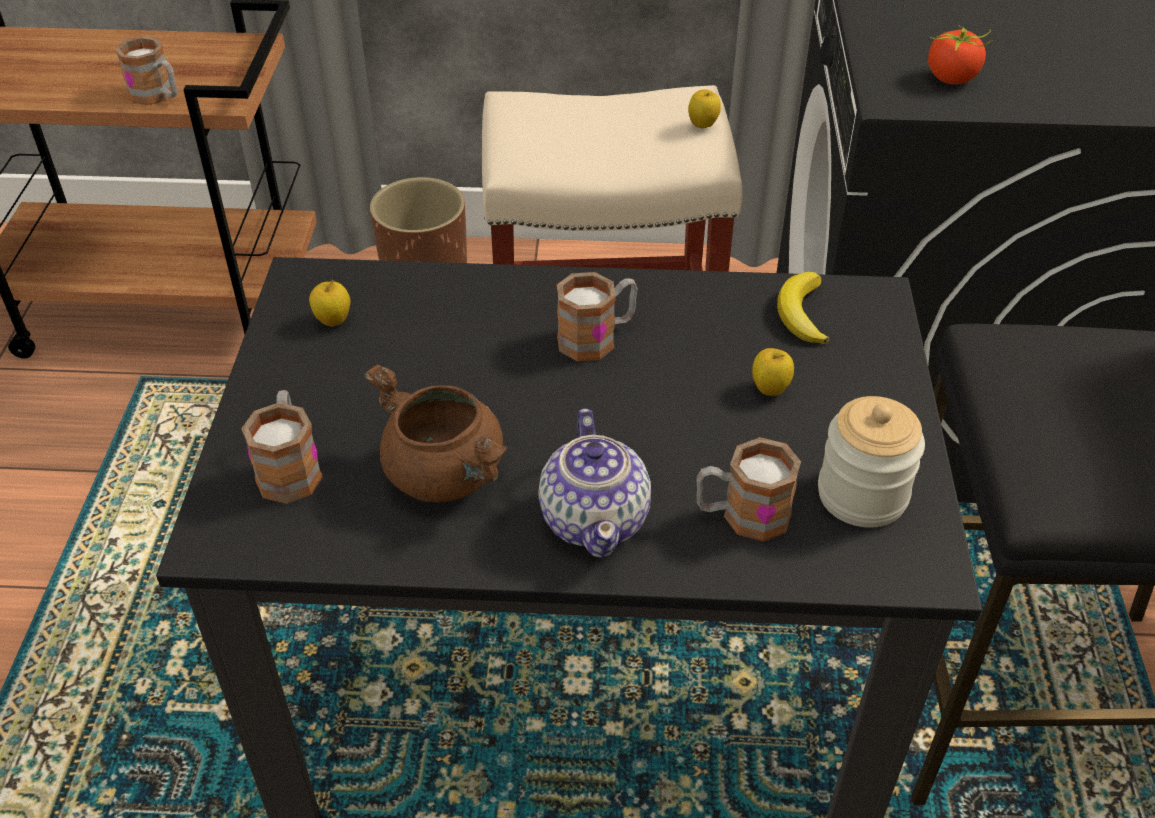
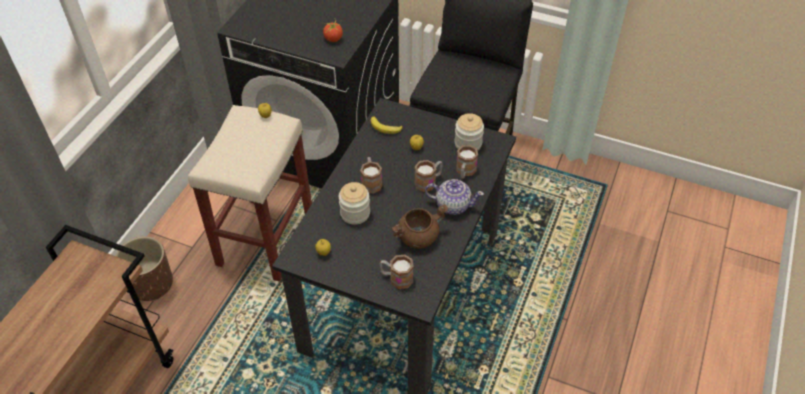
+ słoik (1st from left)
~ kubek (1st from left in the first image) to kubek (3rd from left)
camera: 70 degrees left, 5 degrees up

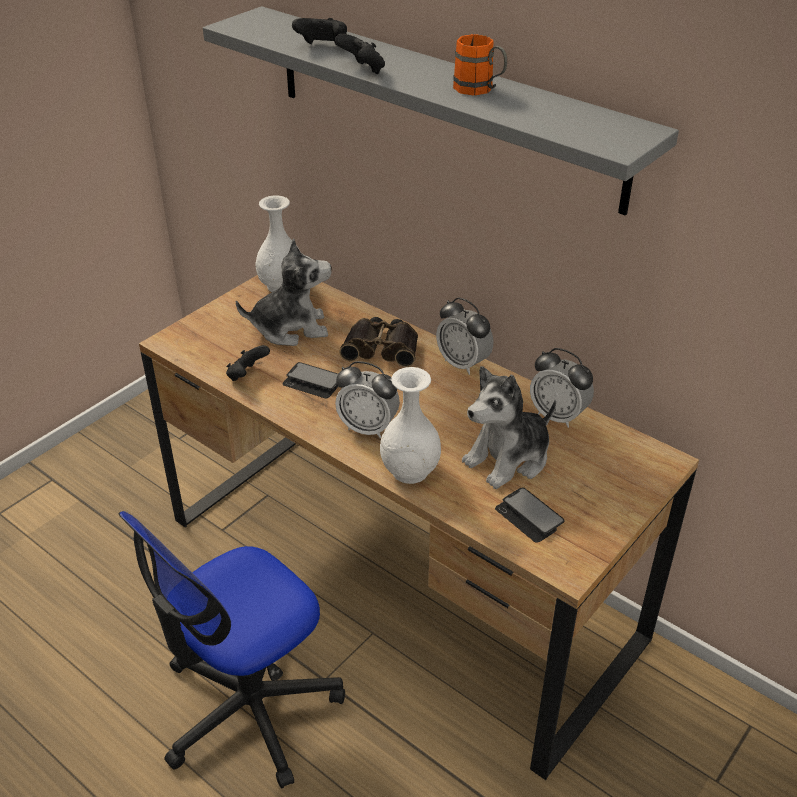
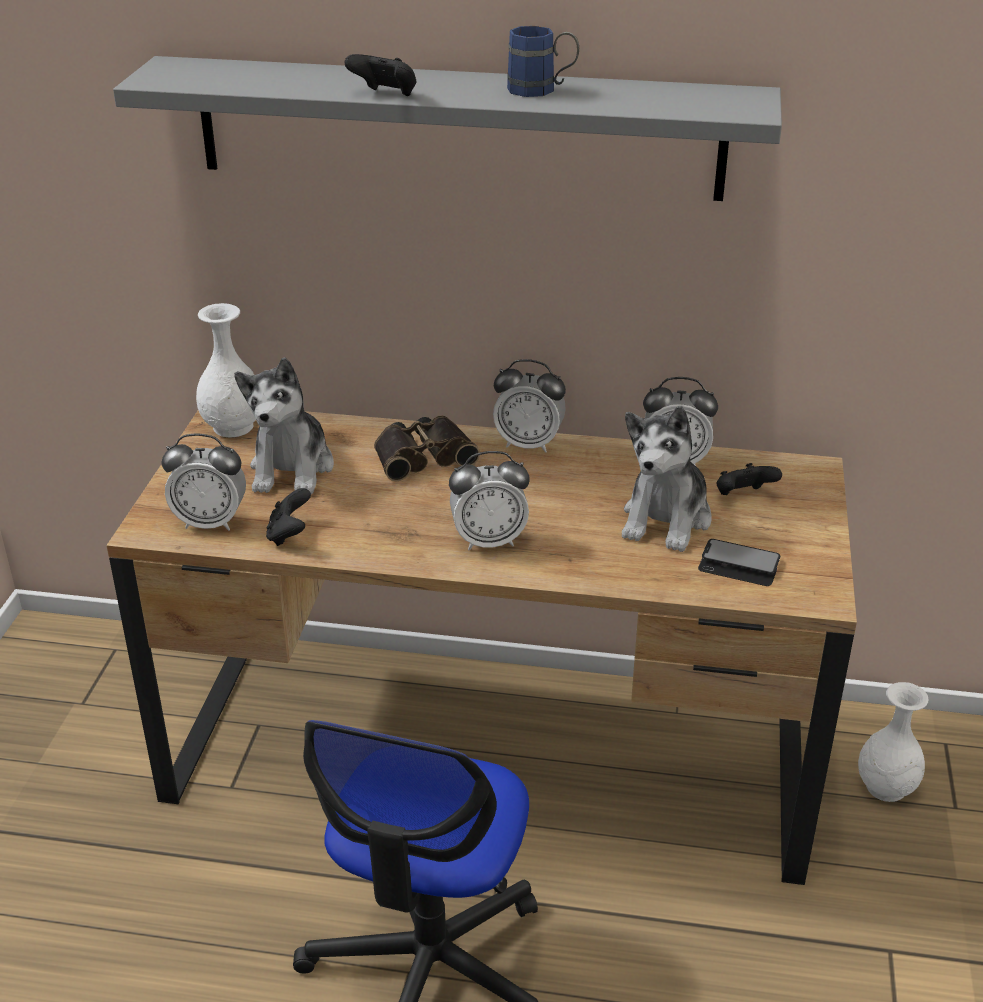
- telefon (1st from left)
+ budzik (1st from left)
~ pad do gier/czarny (2nd from left in the first image) to pad do gier/czarny (3rd from left)
~ wazon/biały (2nd from left)
~ kubek/pomarańczowy to kubek/niebieski
~ pluszak (1st from left) 135 degrees clockwise
camera: 30 degrees left, 5 degrees down

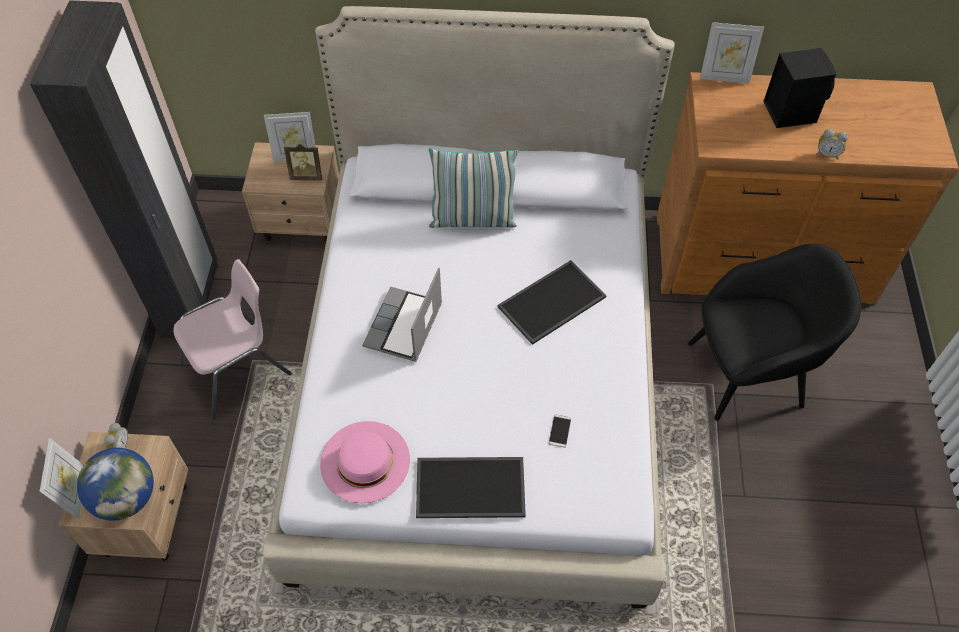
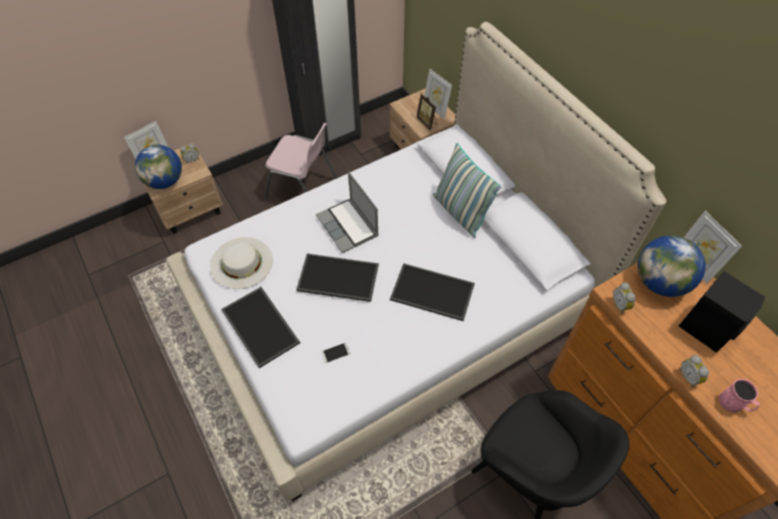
+ taca (2nd from left)
+ budzik (2nd from left)
+ globus (2nd from left)
+ kubek/różowy
~ kapelusz/różowy to kapelusz/biały
~ laptop 105 degrees counterclockwise
camera: 55 degrees right, 0 degrees up

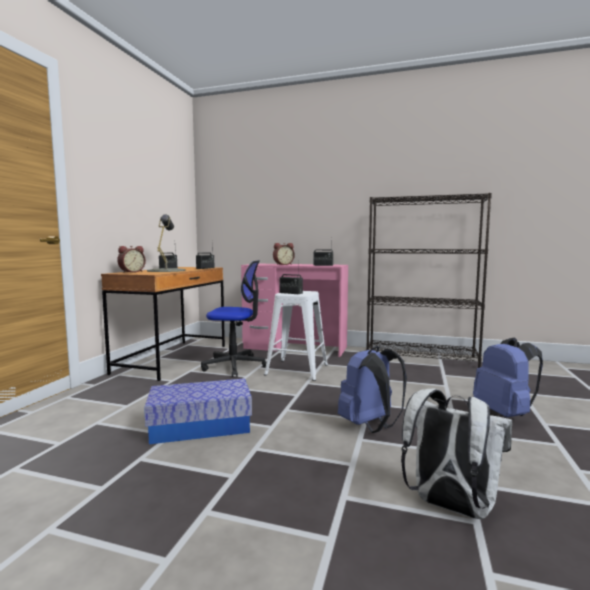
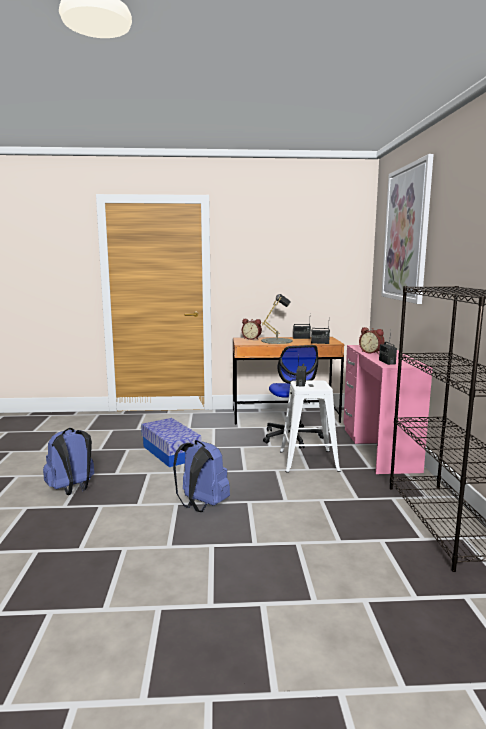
- plecak/biały
+ obraz
~ plecak/niebieski (2nd from left in the first image) to plecak/niebieski (1st from left)
camera: 70 degrees right, 5 degrees up

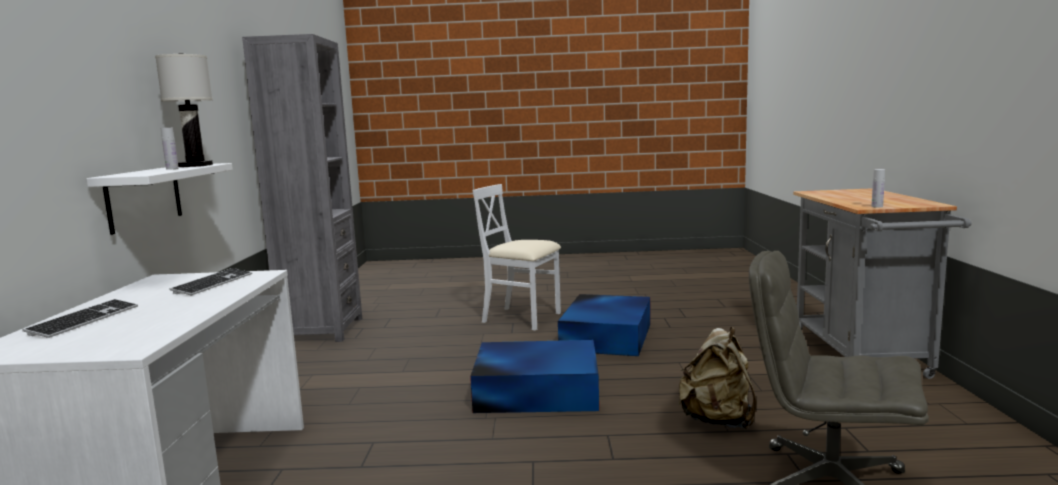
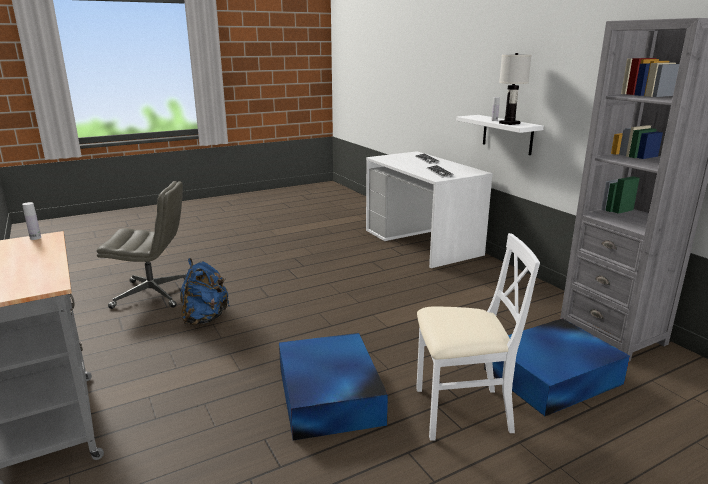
~ pojemnik do przechowywania/niebieski (1st from left in the first image) to pojemnik do przechowywania/niebieski (2nd from left)
~ plecak/beżowy to plecak/niebieski
camera: 150 degrees right, 10 degrees up

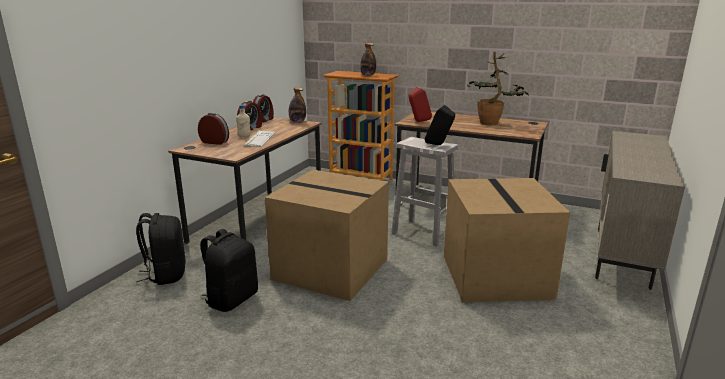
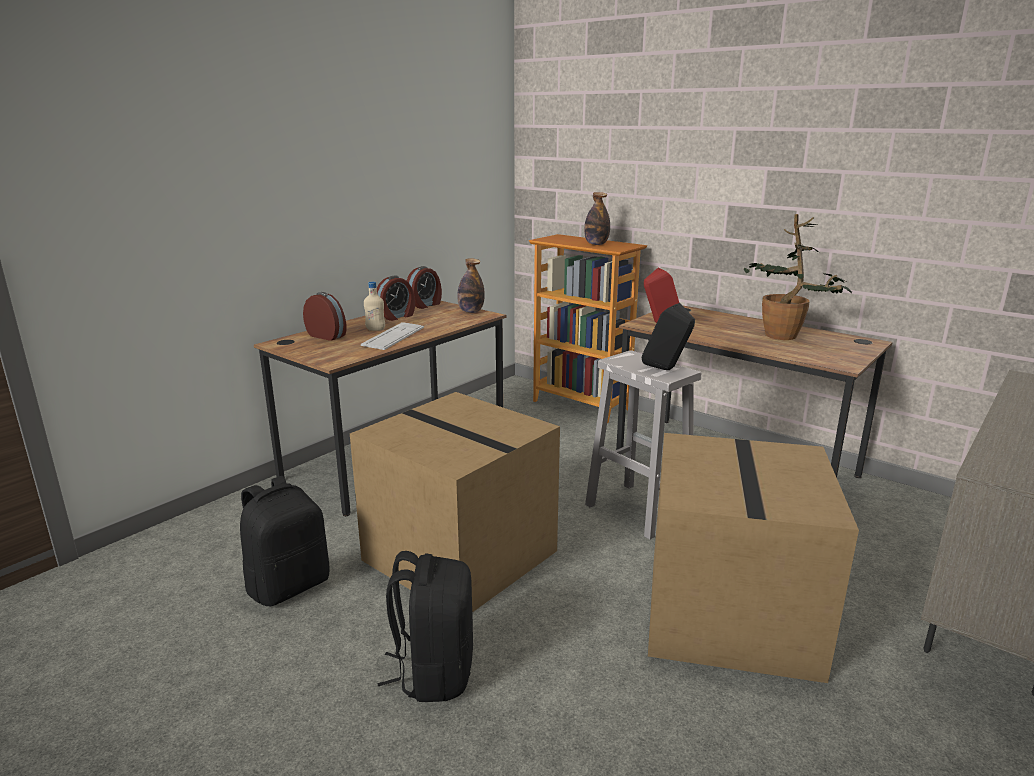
~ plecak/czarny (1st from left in the first image) to plecak/czarny (2nd from left)
camera: 15 degrees right, 0 degrees up

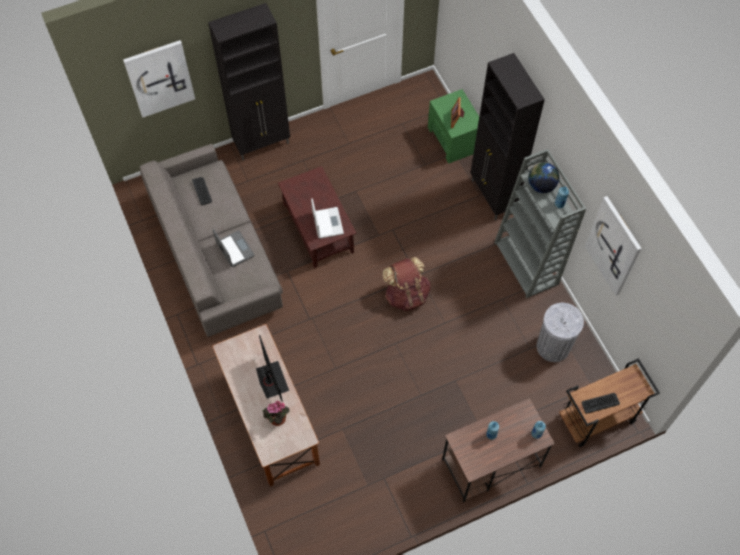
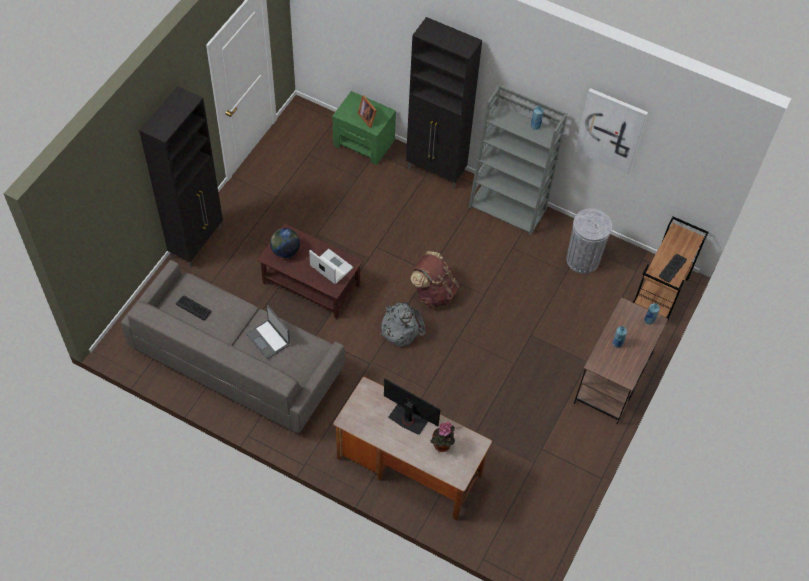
- obraz (1st from left)
+ plecak/szary
~ globus
~ laptop (1st from left) 150 degrees counterclockwise
camera: 40 degrees left, 5 degrees down

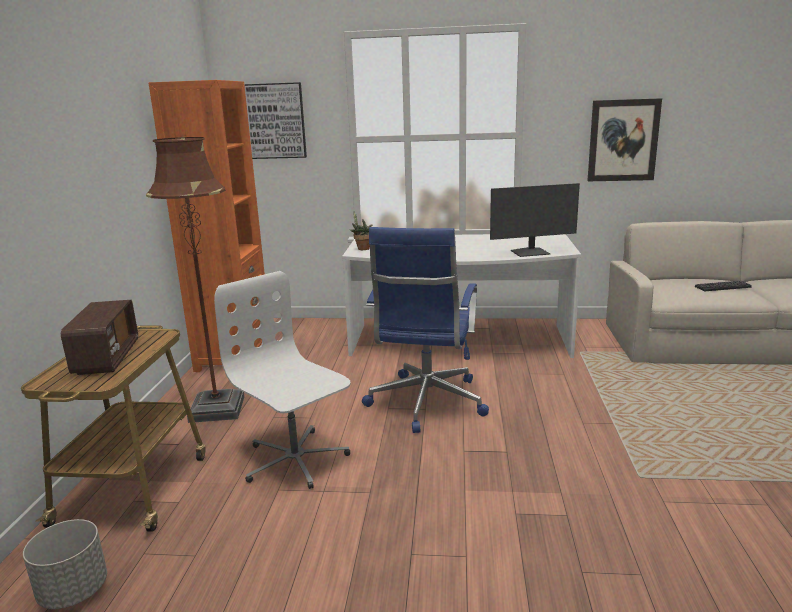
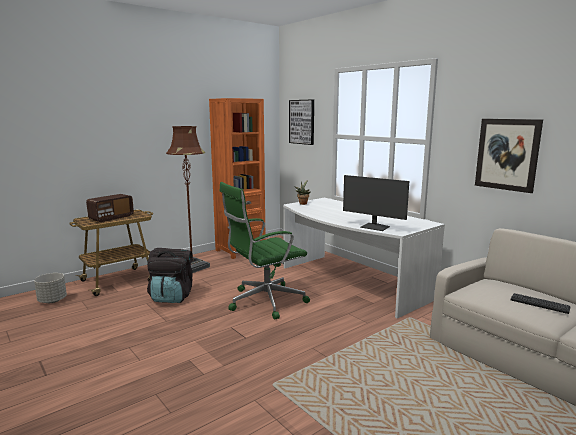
~ krzesło biurowe/biały to plecak/czarny
~ krzesło biurowe/niebieski to krzesło biurowe/zielony
camera: 45 degrees right, 5 degrees down

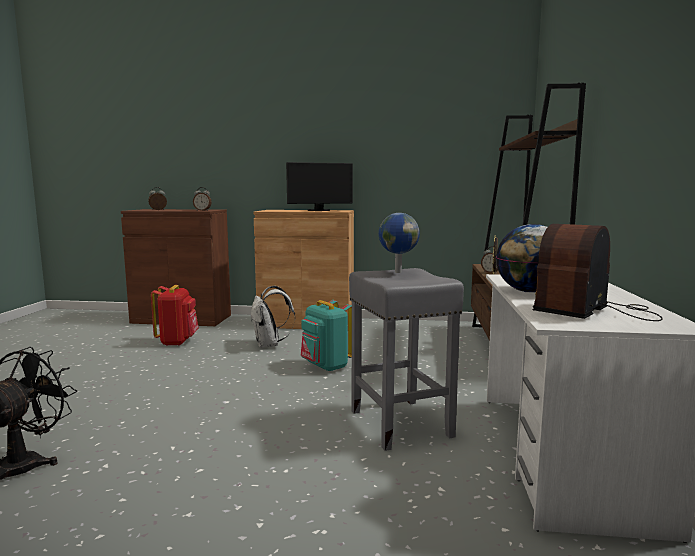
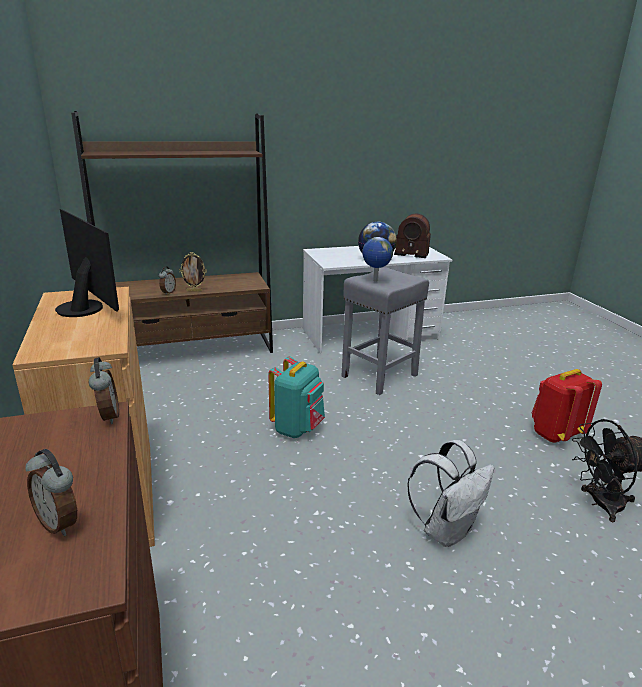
~ plecak/czerwony
~ plecak/biały
camera: 115 degrees left, 15 degrees up

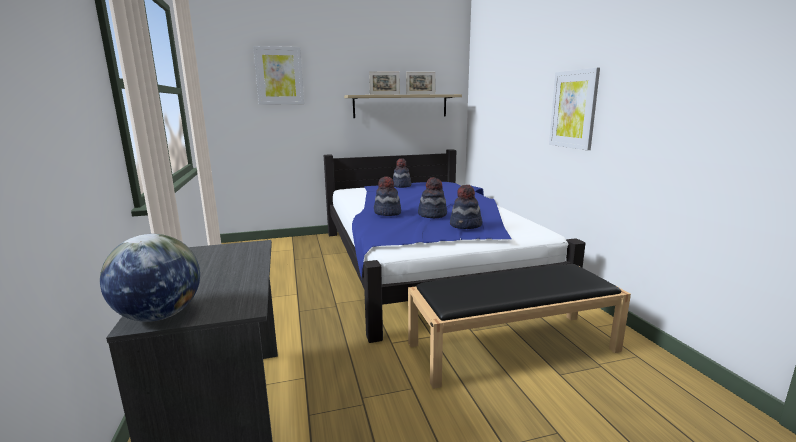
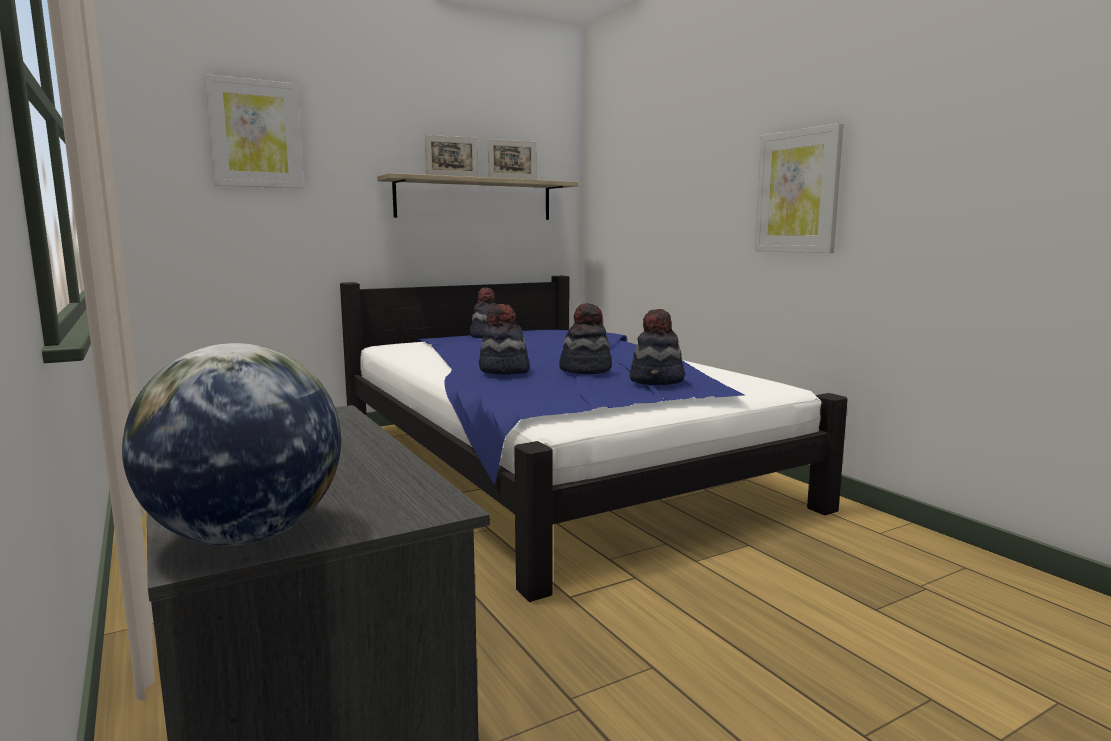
- ławka/czarny
camera: 15 degrees left, 5 degrees down

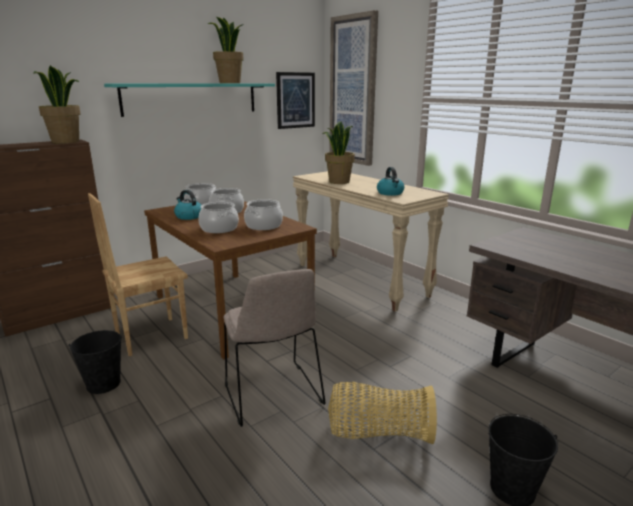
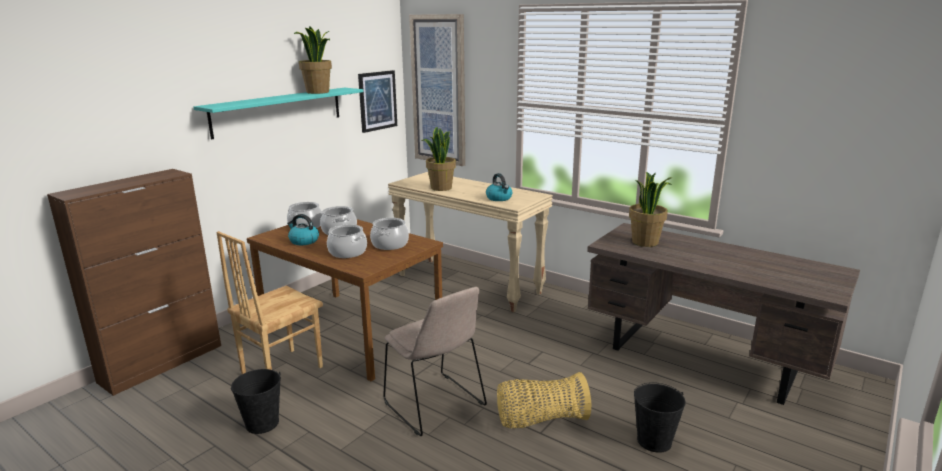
~ roślina doniczkowa (1st from left in the first image) to roślina doniczkowa (3rd from left)
camera: 15 degrees left, 0 degrees up

